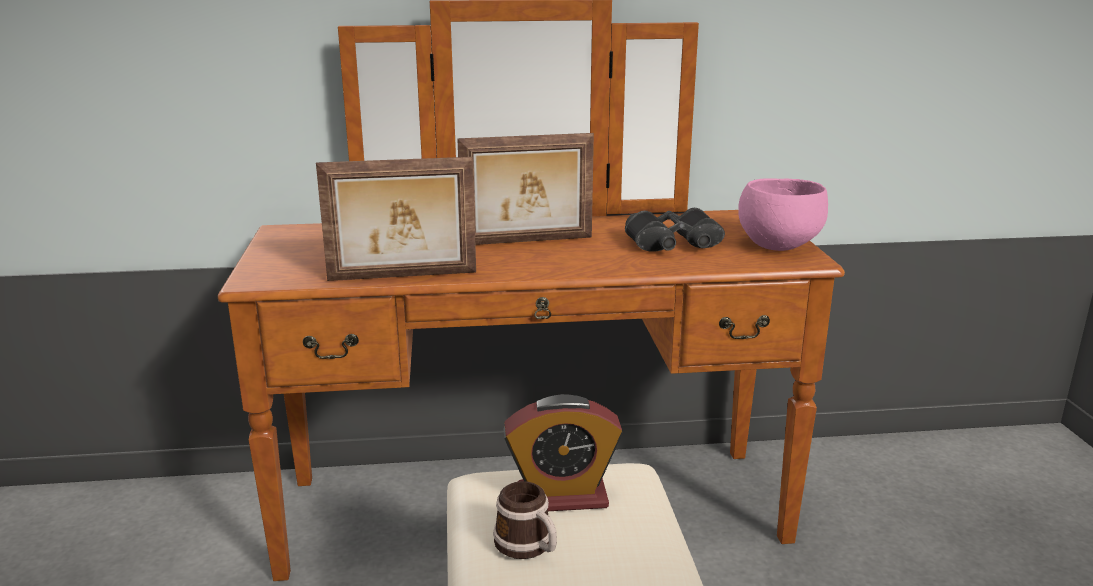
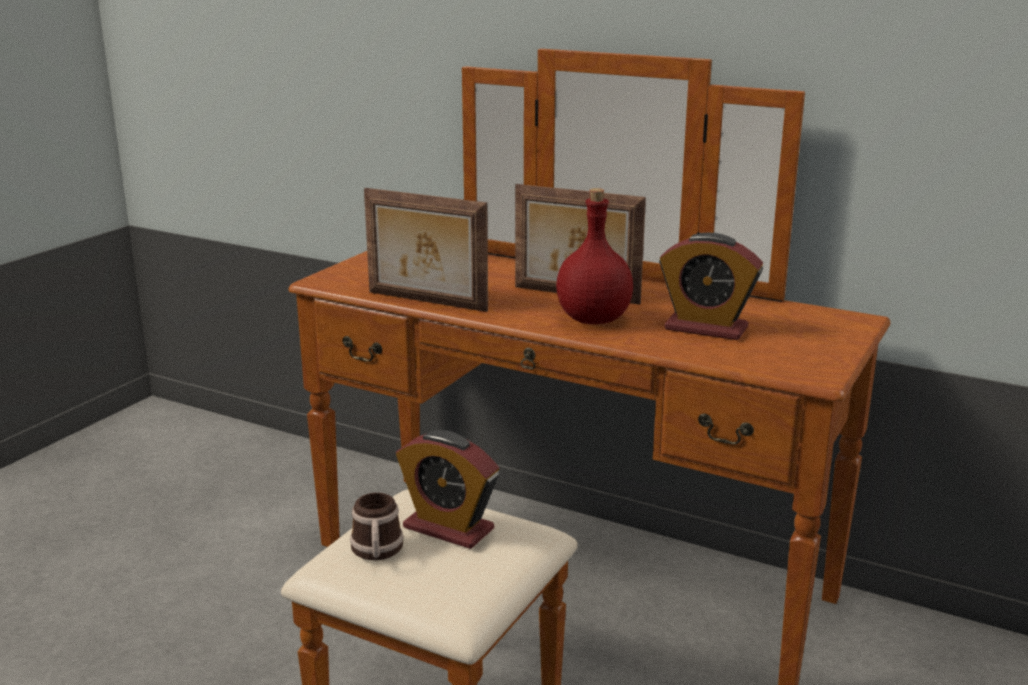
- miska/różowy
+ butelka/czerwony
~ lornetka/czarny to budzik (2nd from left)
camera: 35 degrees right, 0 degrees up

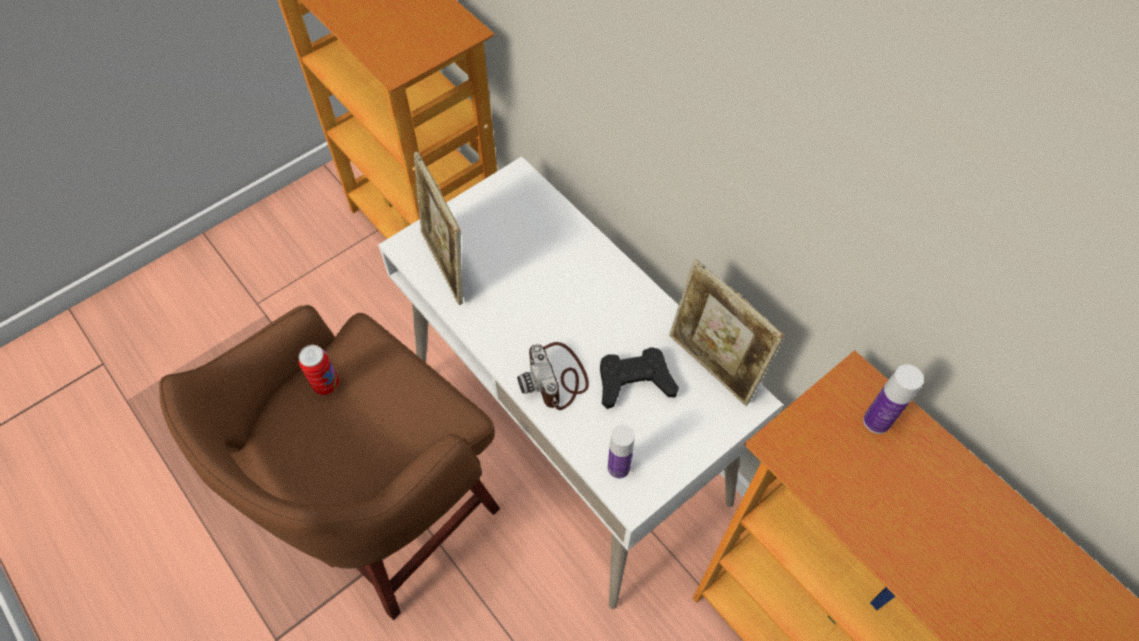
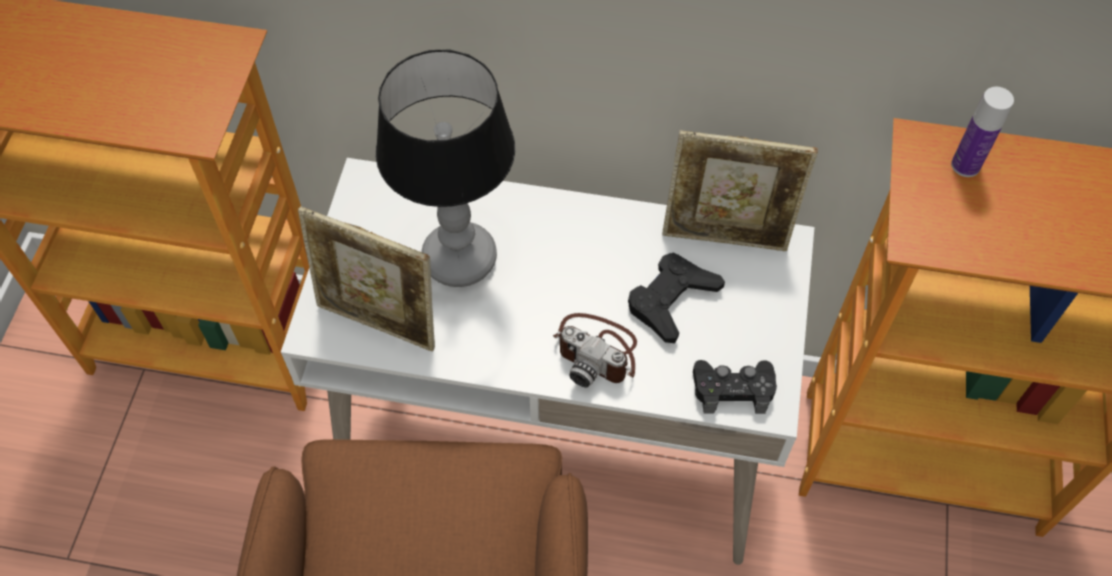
- puszka
+ lampa stołowa
~ butelka (1st from left) to pad do gier/czarny (2nd from left)
camera: 40 degrees left, 0 degrees up

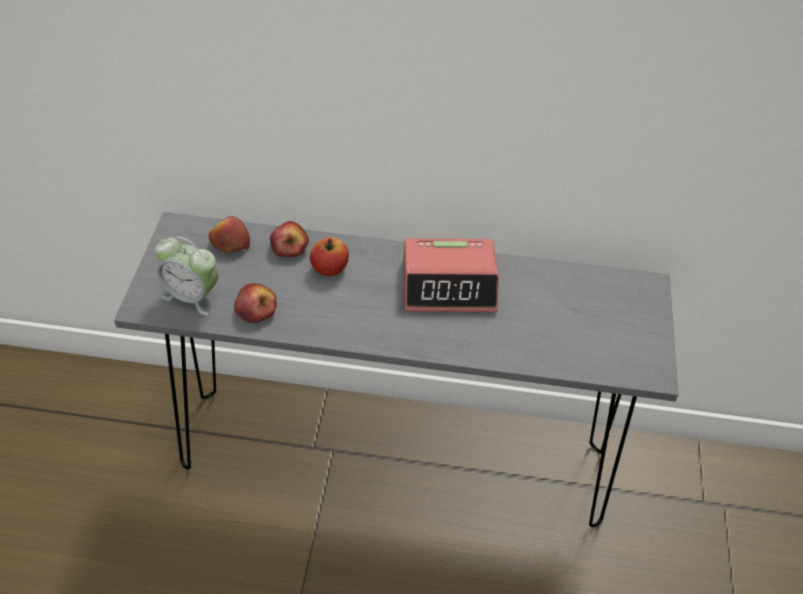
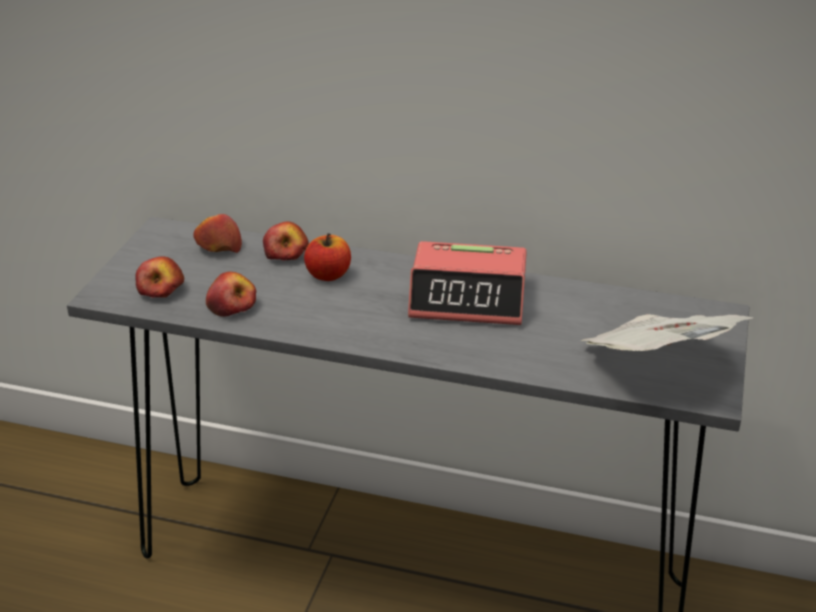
+ gazeta
~ budzik (1st from left) to jabłko (1st from left)
camera: 10 degrees right, 15 degrees down

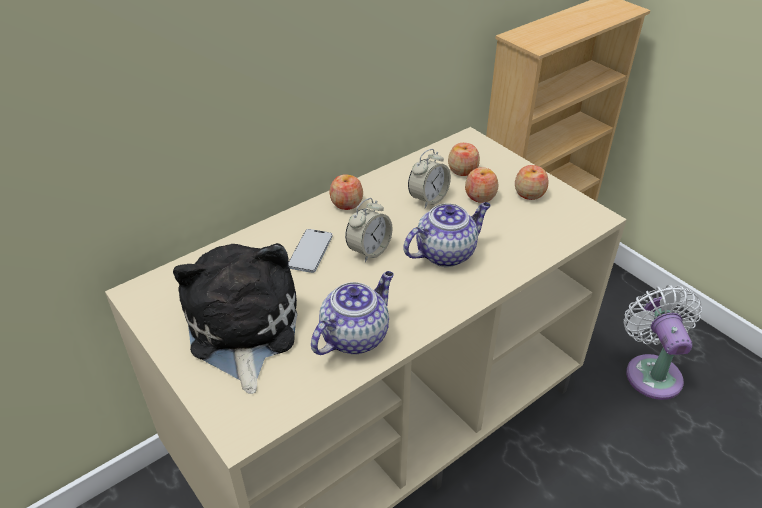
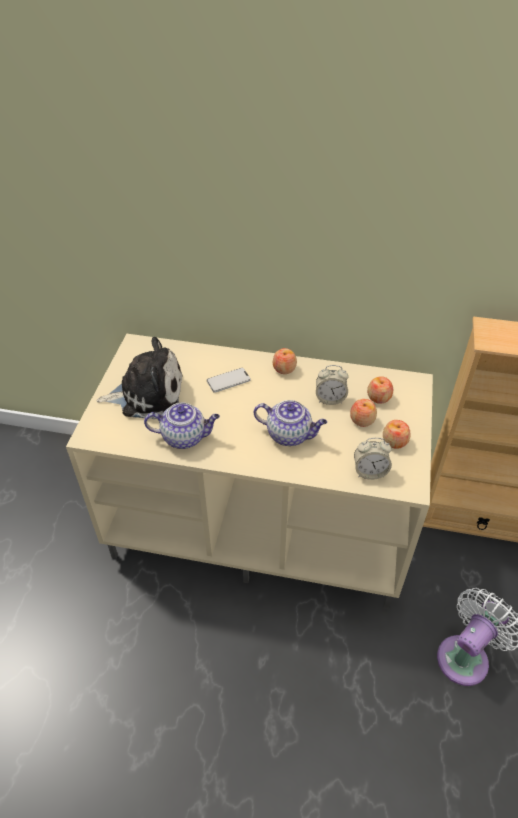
~ budzik (1st from left in the first image) to budzik (2nd from left)
~ pluszak 45 degrees clockwise
camera: 50 degrees right, 5 degrees up

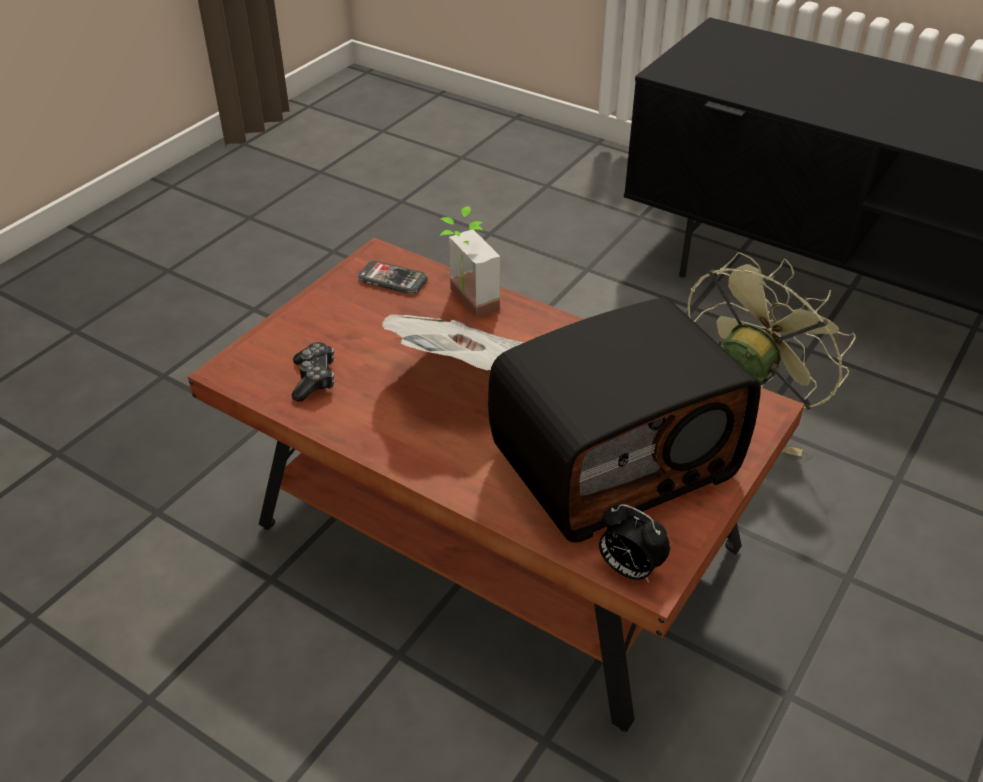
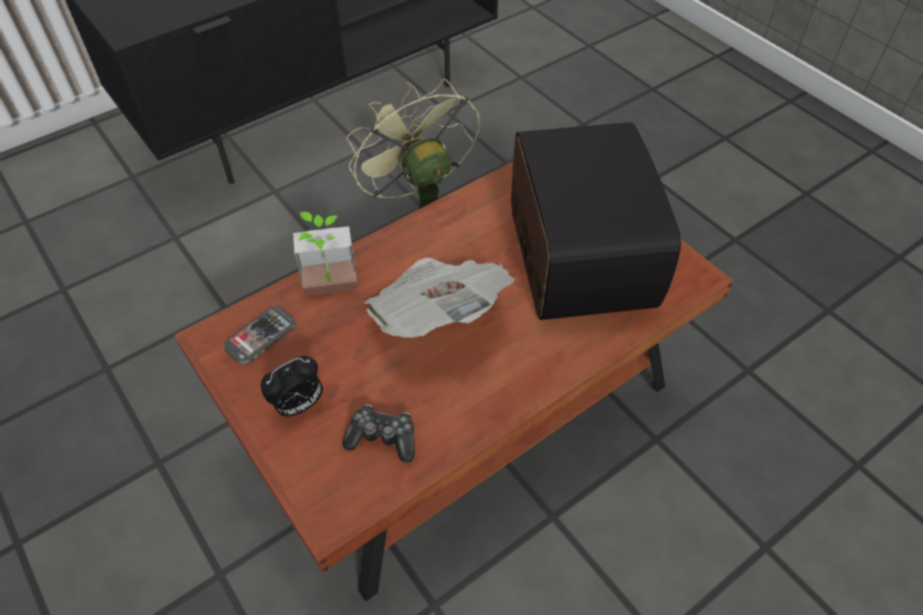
~ budzik
camera: 70 degrees left, 10 degrees up

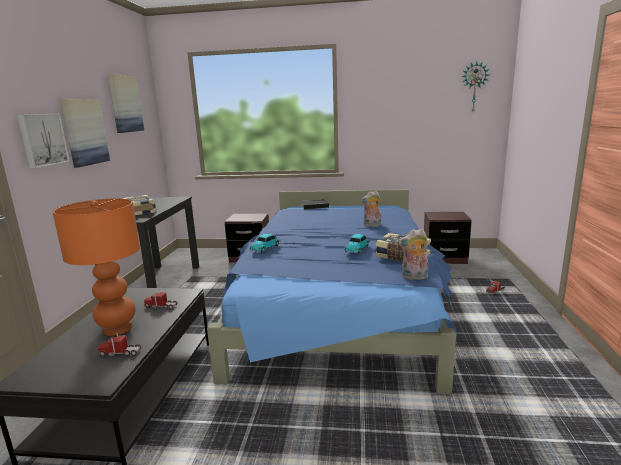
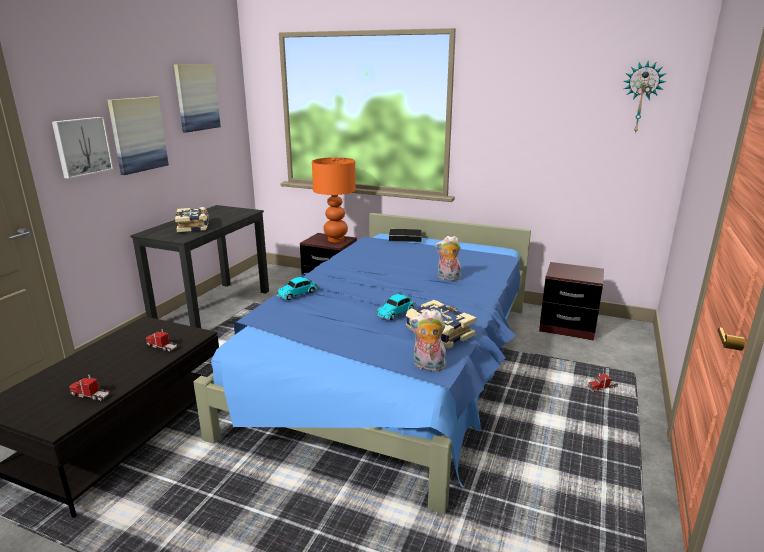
~ lampa stołowa/pomarańczowy
camera: 15 degrees right, 5 degrees up

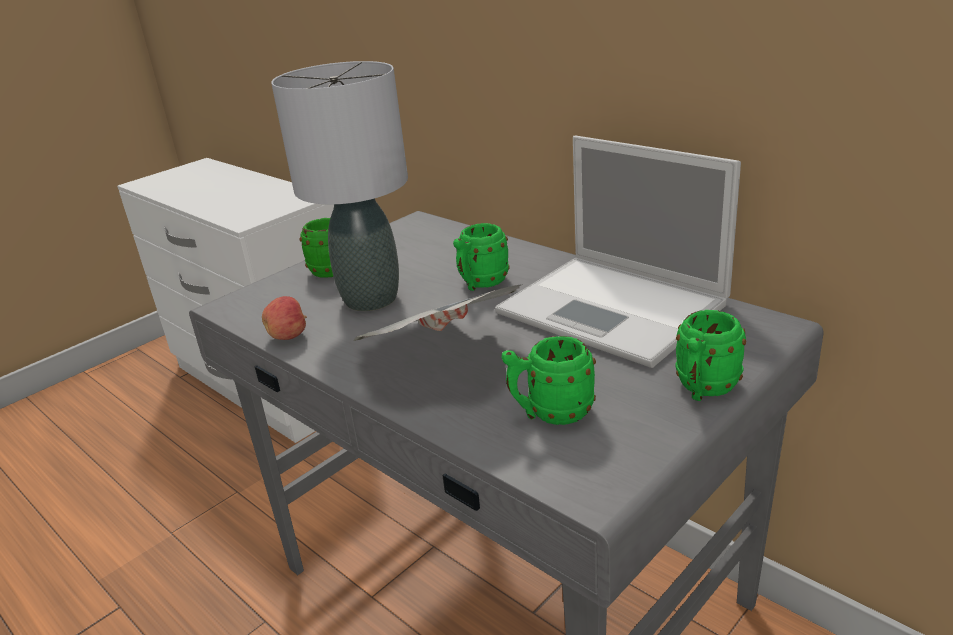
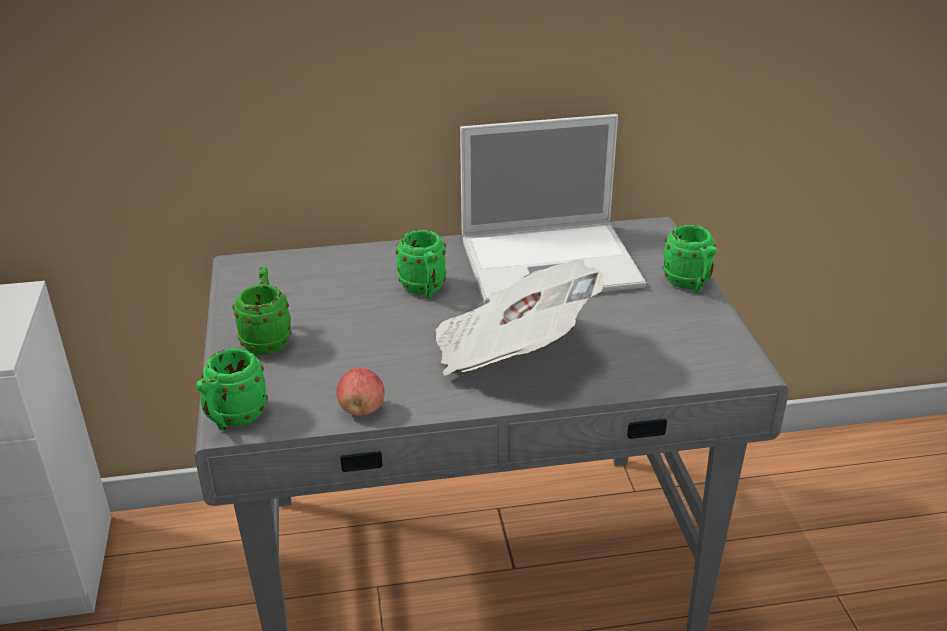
- lampa stołowa/szary
~ kubek/zielony (3rd from left in the first image) to kubek/zielony (1st from left)
camera: 55 degrees left, 5 degrees up

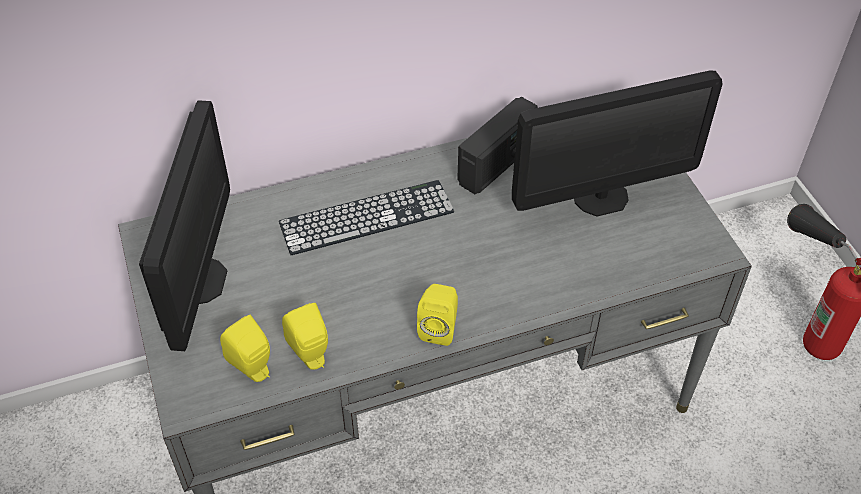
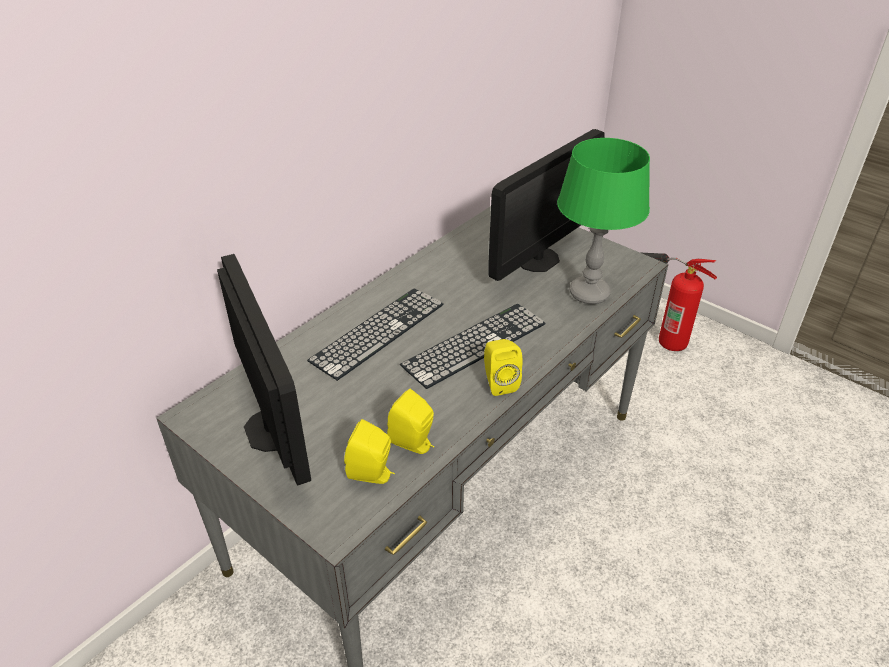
- radio
+ klawiatura (2nd from left)
+ lampa stołowa/zielony
camera: 30 degrees left, 10 degrees down

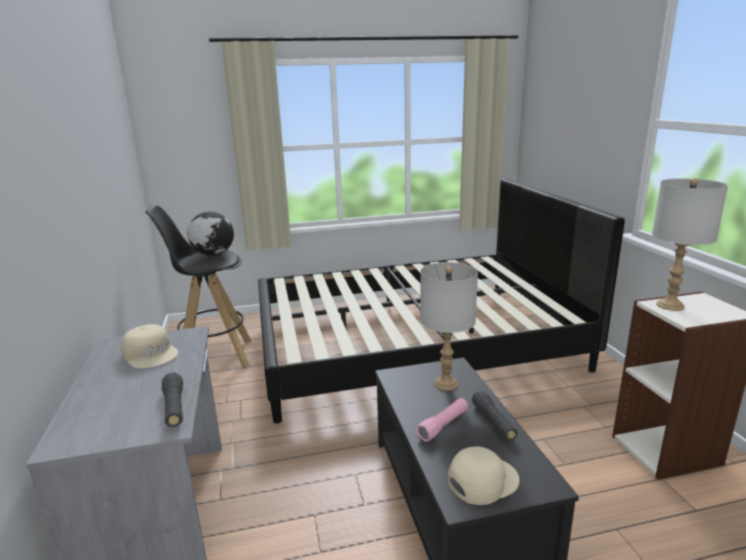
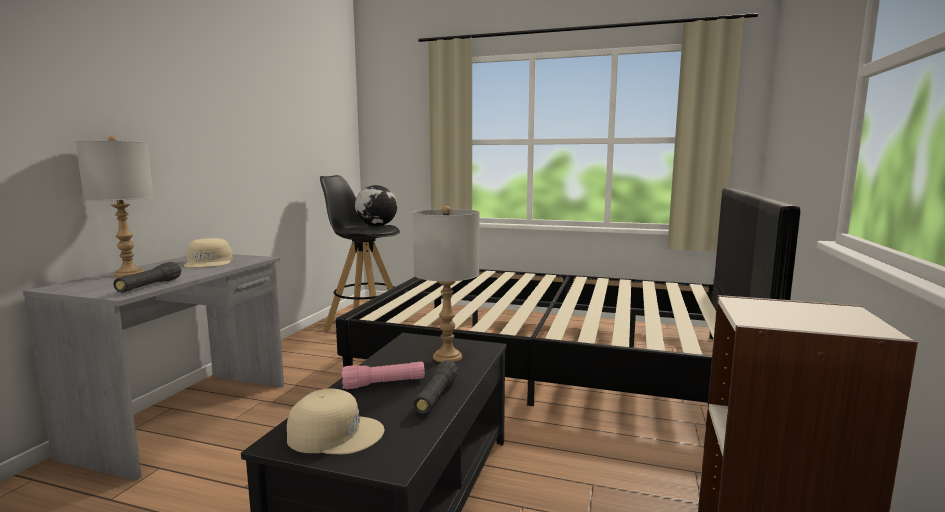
~ lampa stołowa/szary (2nd from left in the first image) to lampa stołowa/szary (1st from left)
camera: 30 degrees right, 10 degrees down

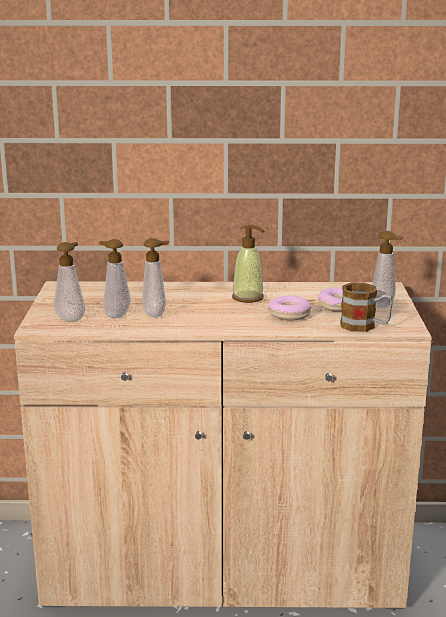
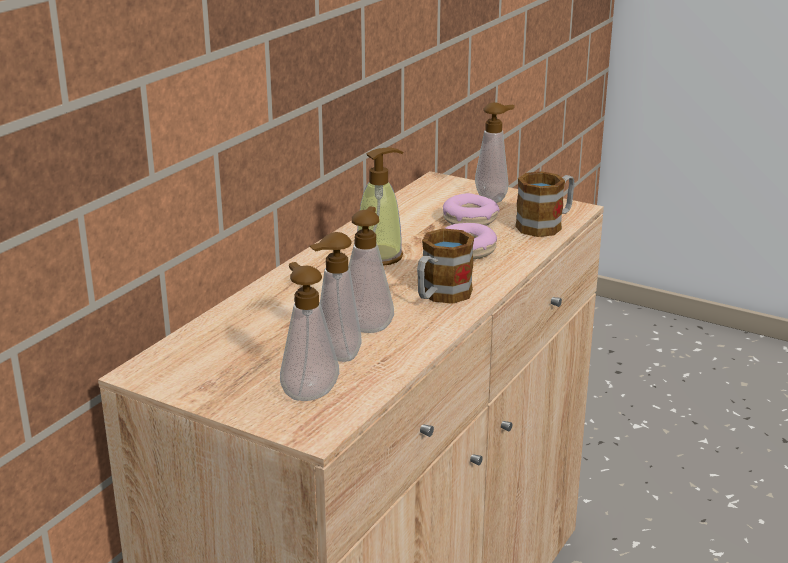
+ kubek (1st from left)
camera: 60 degrees left, 5 degrees up

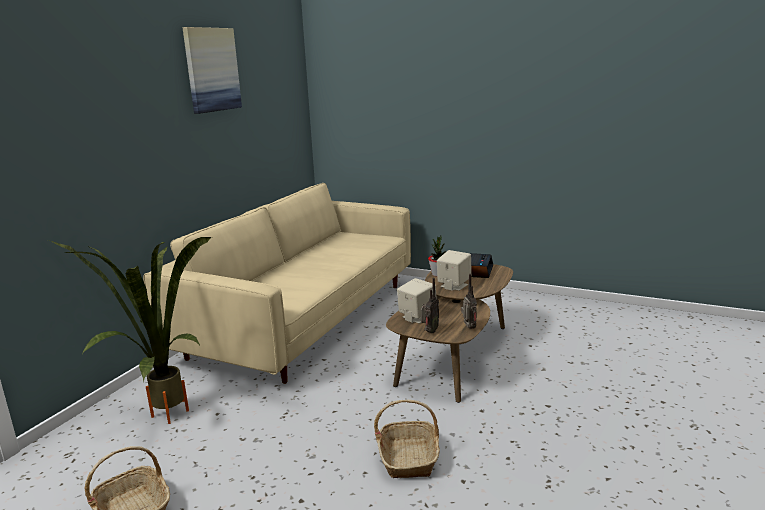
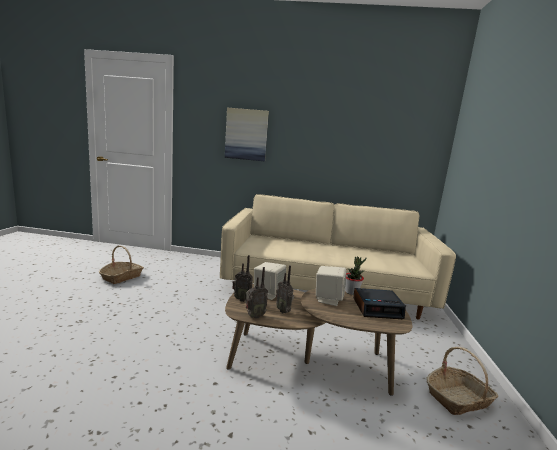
- roślina doniczkowa (1st from left)
+ radio (3rd from left)
~ obraz
~ koszyk (2nd from left)
camera: 70 degrees right, 5 degrees down

